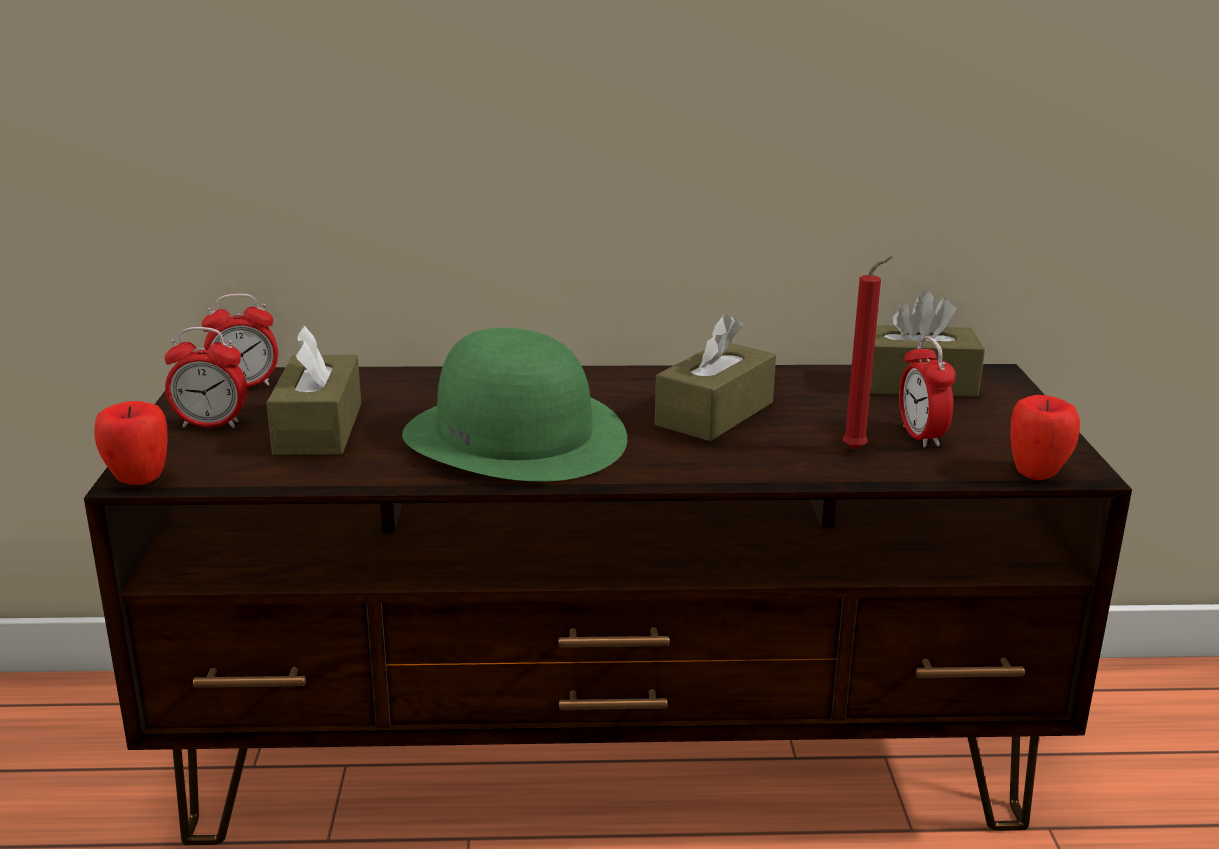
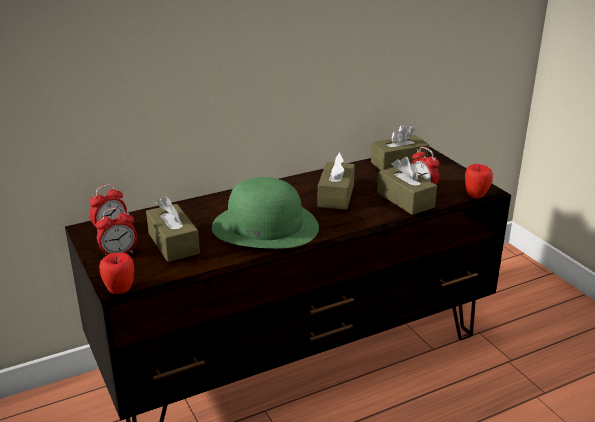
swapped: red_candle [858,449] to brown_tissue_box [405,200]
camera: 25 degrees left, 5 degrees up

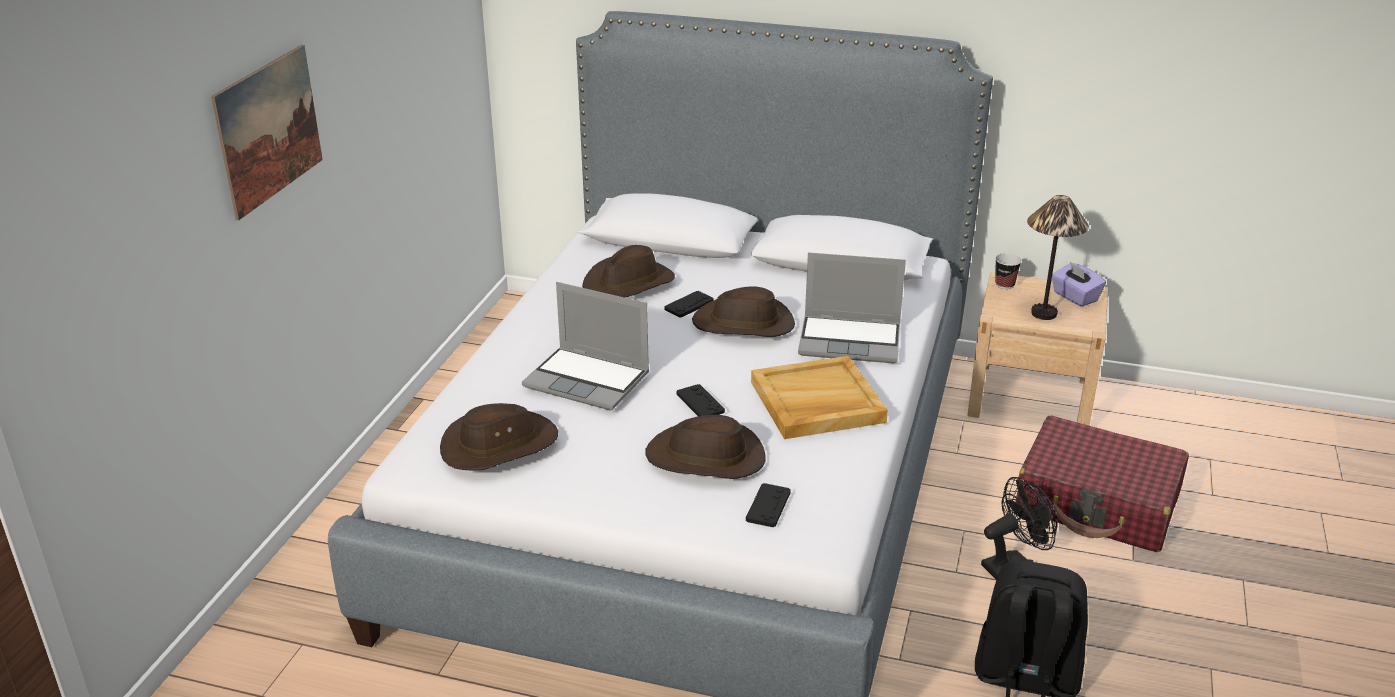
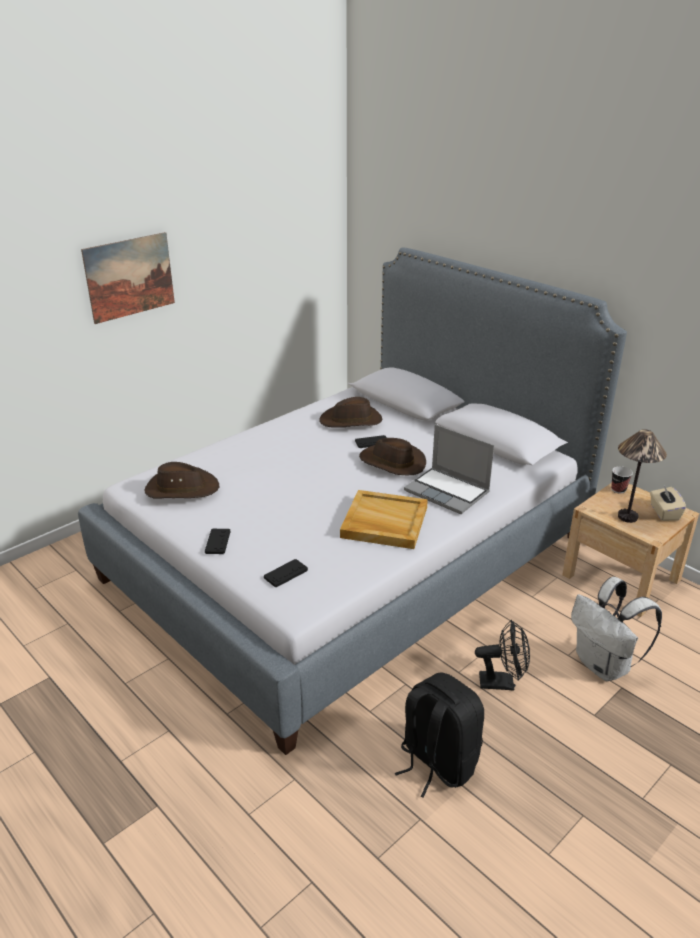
gone: laptop [589,380]; brown_hat [706,458]
shifted: black_game_controller [700,403] to [217,542]
swapped: red_suitcase [1098,503] to white_backpack [604,666]
repainted: purple_tissue_box [1074,297] to beige_tissue_box [664,512]
camera: 30 degrees right, 0 degrees up

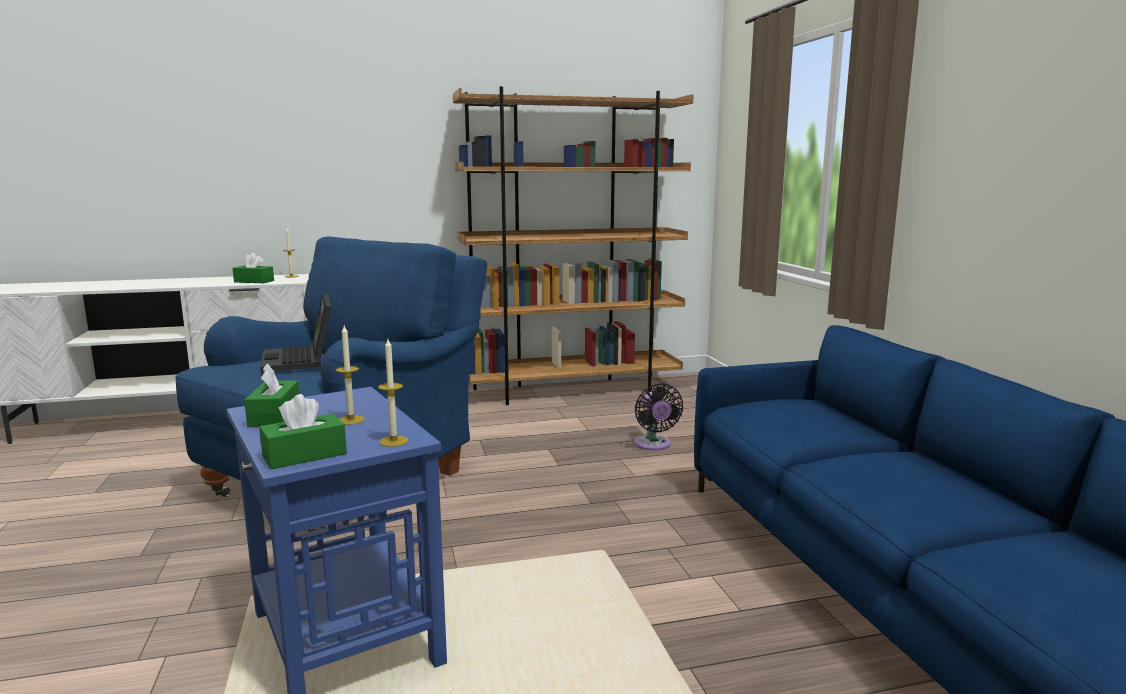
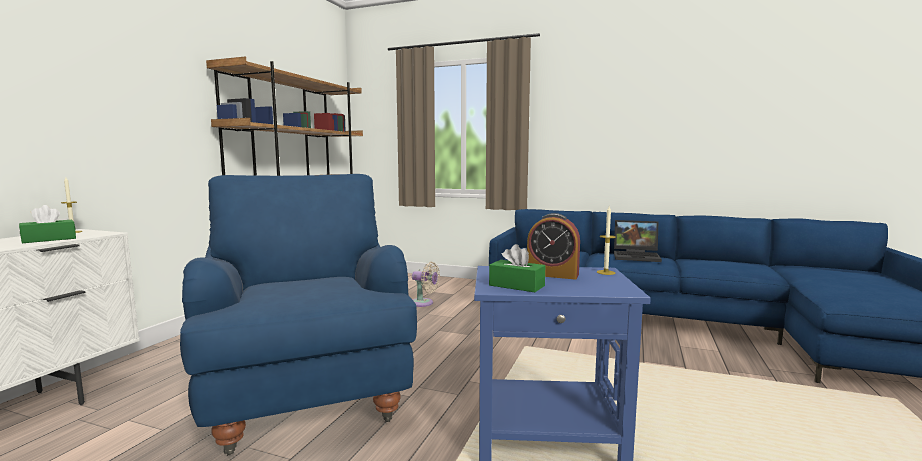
gone: green_tissue_box [304,455]
shifted: laptop [301,360] to [637,256]
swapped: candle [351,420] to alarm_clock [552,274]
repainted: black_fan [653,445] to beige_fan [424,303]
camera: 55 degrees left, 5 degrees down

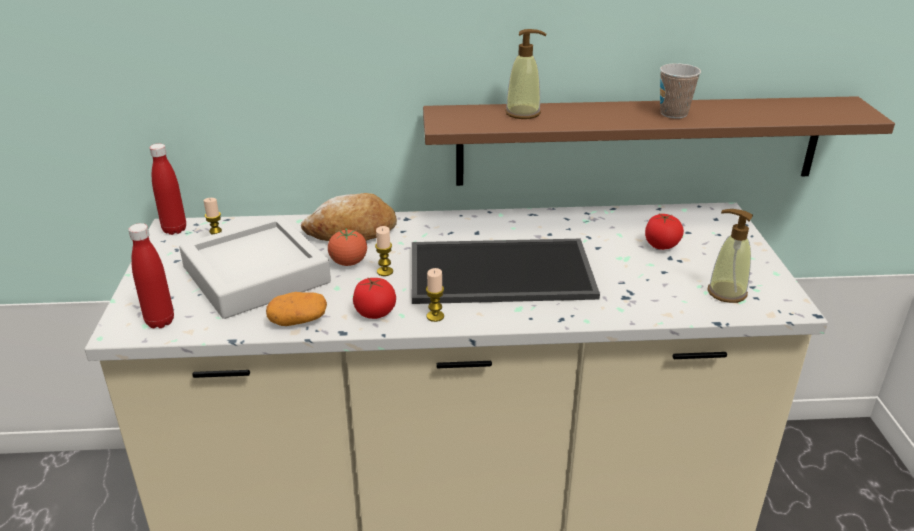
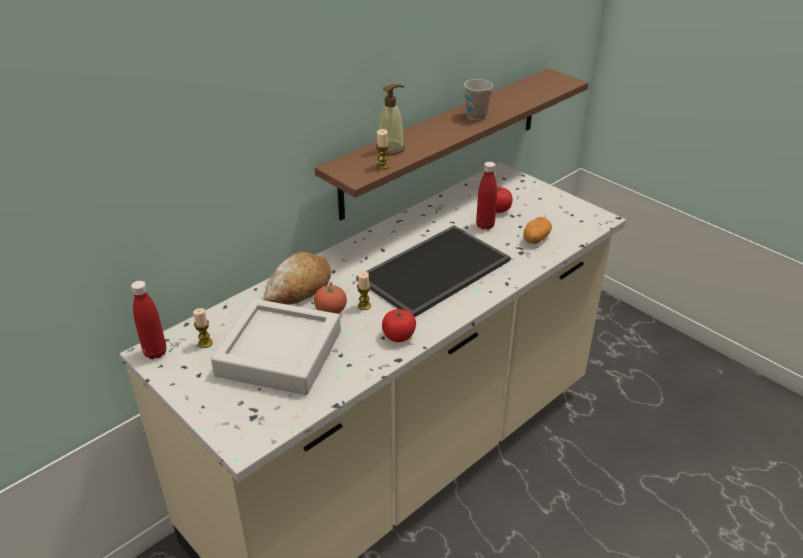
gone: soap_dispenser [726,292]
shifted: red_bottle [160,321] to [485,225]; potato [298,321] to [536,238]; candle [435,316] to [382,166]
camera: 40 degrees left, 5 degrees up

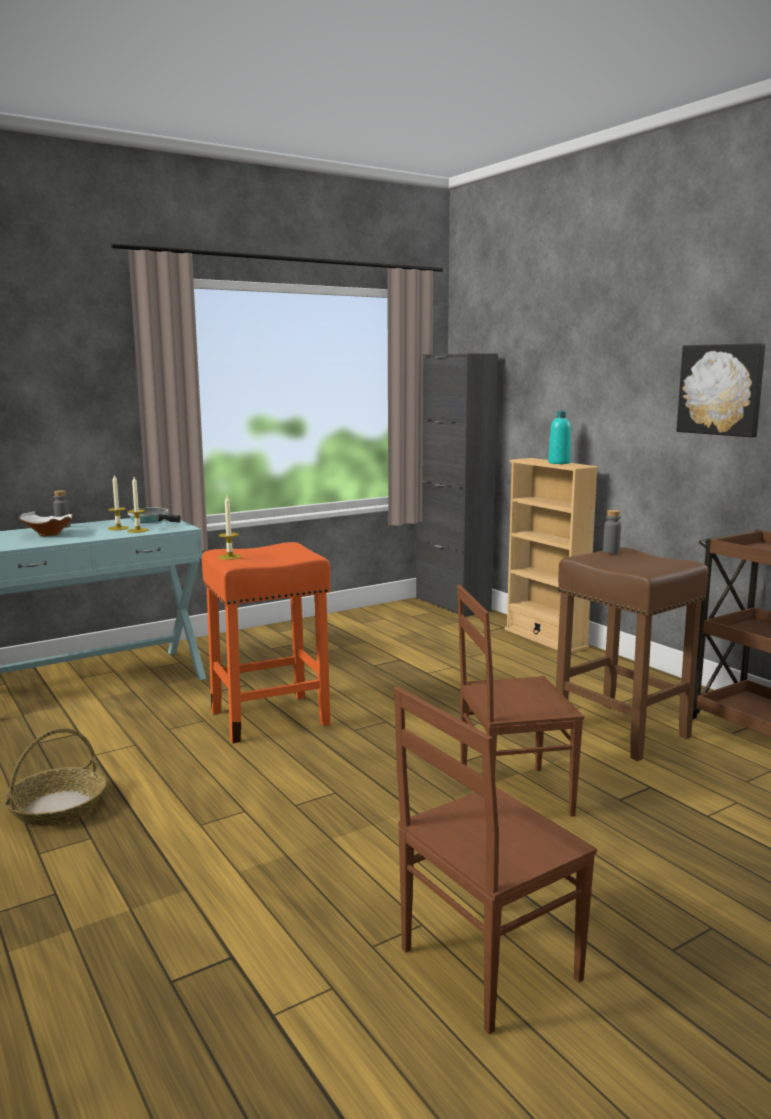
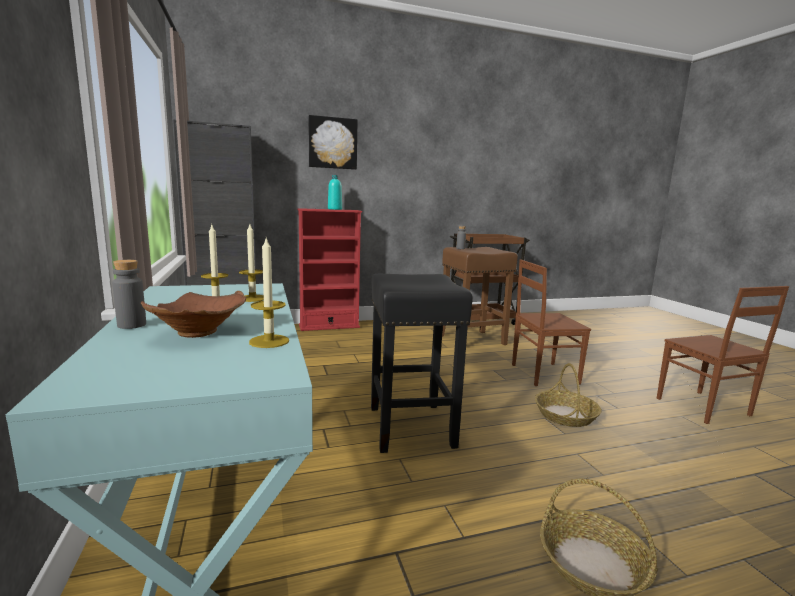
gone: frying_pan [151,520]
new: basket [565,415]
shifted: candle [229,557] to [269,341]; picture [721,389] to [332,143]
repainted: white_bowl [48,535] to brown_bowl [199,333]; orange_stool [271,717] to black_stool [410,425]; beige_bookcase [545,638] to red_bookcase [329,326]
rotated: brown_chair [512,794] = [543,373] 75 degrees clockwise
camera: 75 degrees left, 0 degrees up

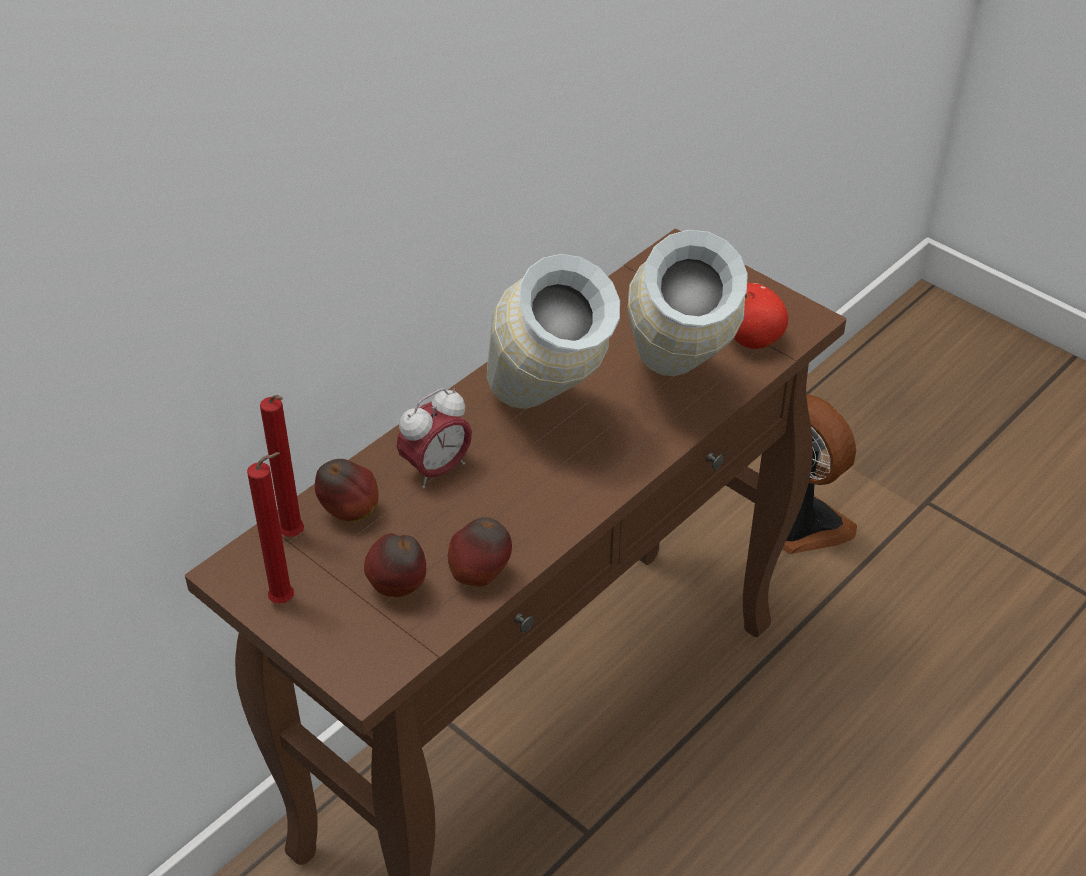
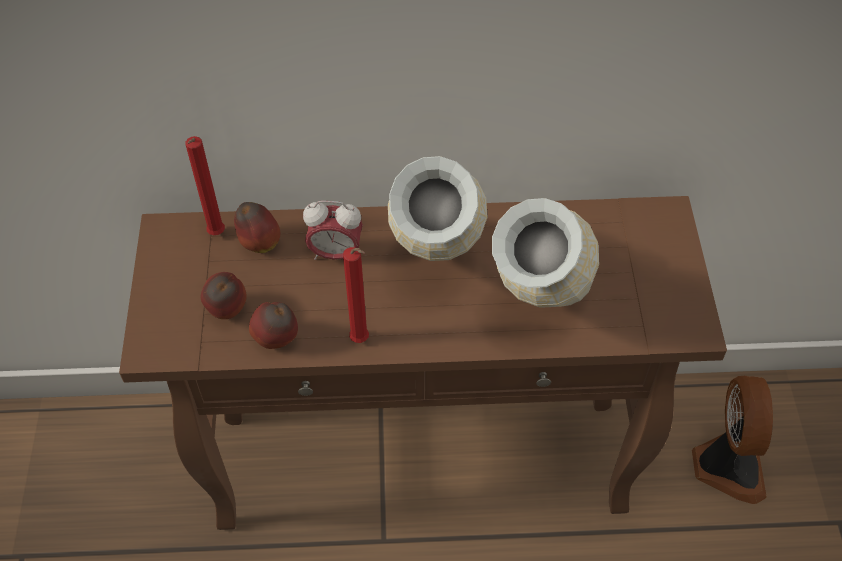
gone: apple [753,339]
shifted: red_candle [286,601] to [361,341]
camera: 45 degrees right, 10 degrees up

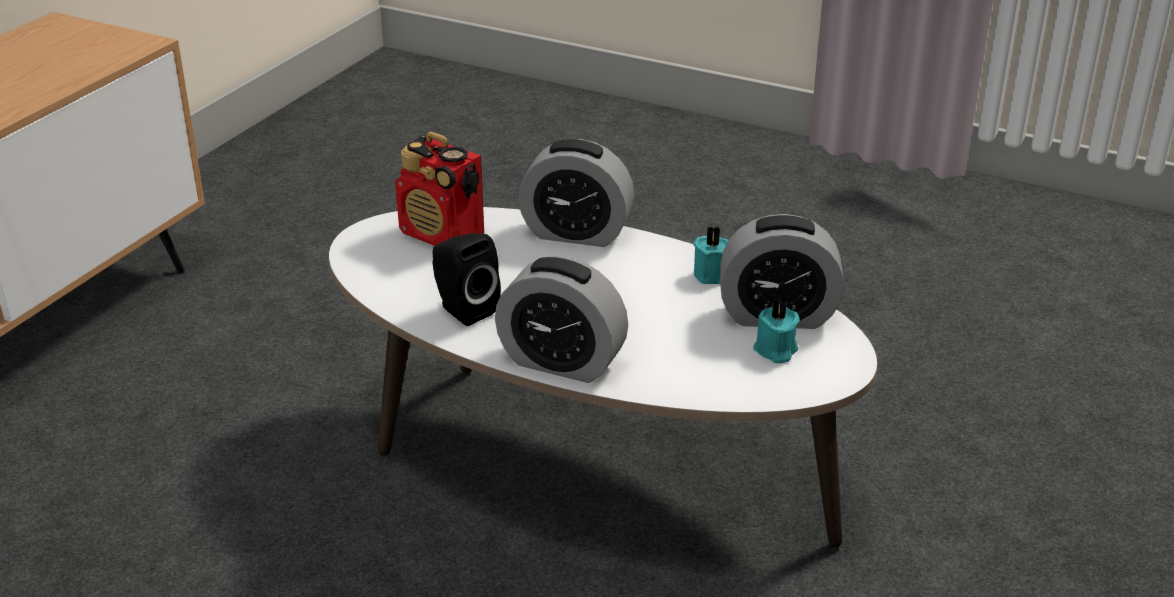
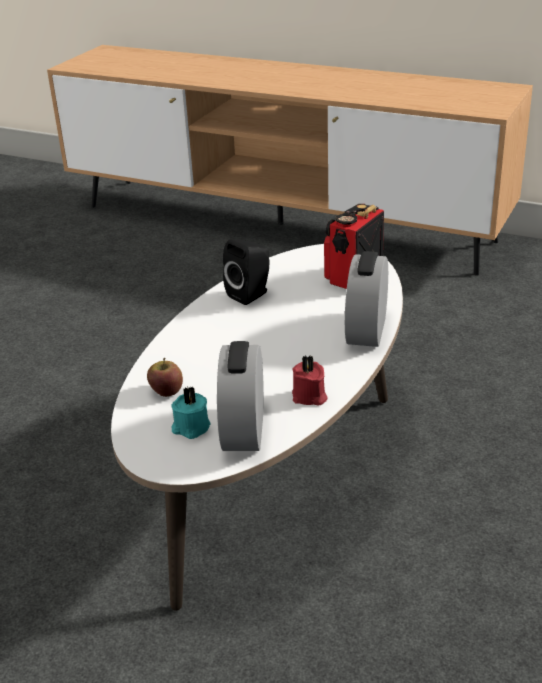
gone: alarm_clock [561,362]
new: apple [166,391]
repainted: turquoise_candle [713,274] to red_candle [309,397]
camera: 90 degrees right, 0 degrees up

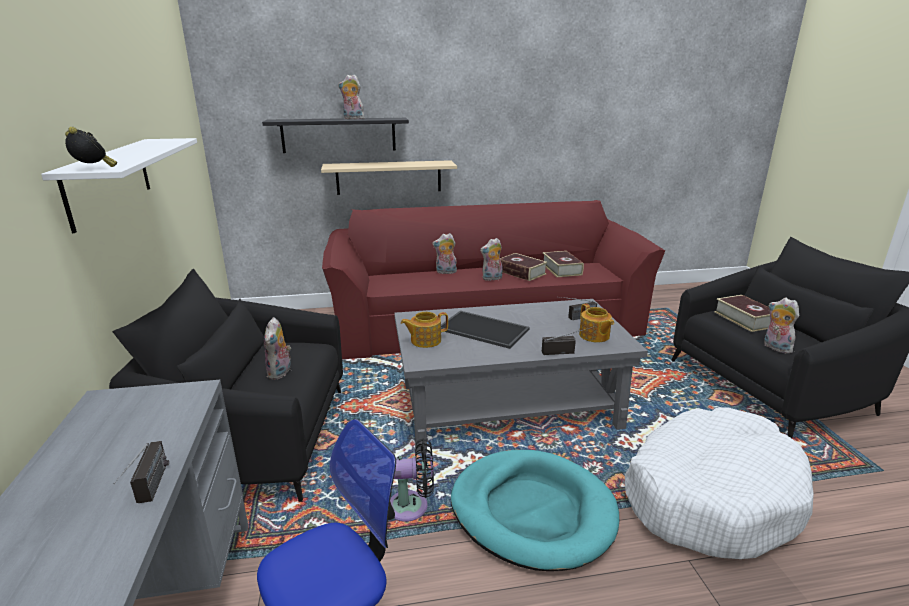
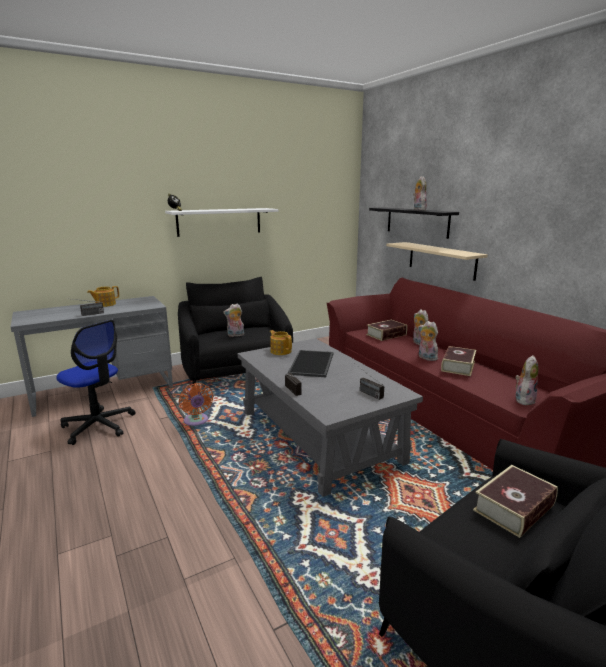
gone: turquoise_dog_bed [532,511]; white_dog_bed [710,495]
shifted: book [561,269] to [386,334]; teapot [594,336] to [105,304]; plush_toy [775,347] to [523,399]
repainted: black_fan [412,506] to orange_fan [196,421]
camera: 70 degrees right, 5 degrees down

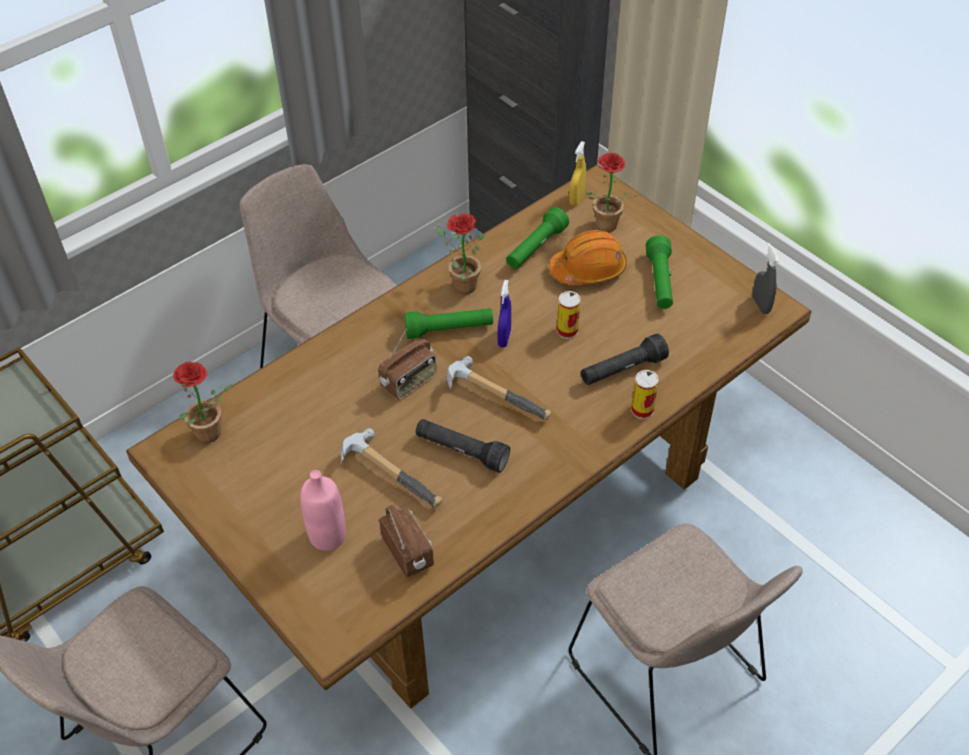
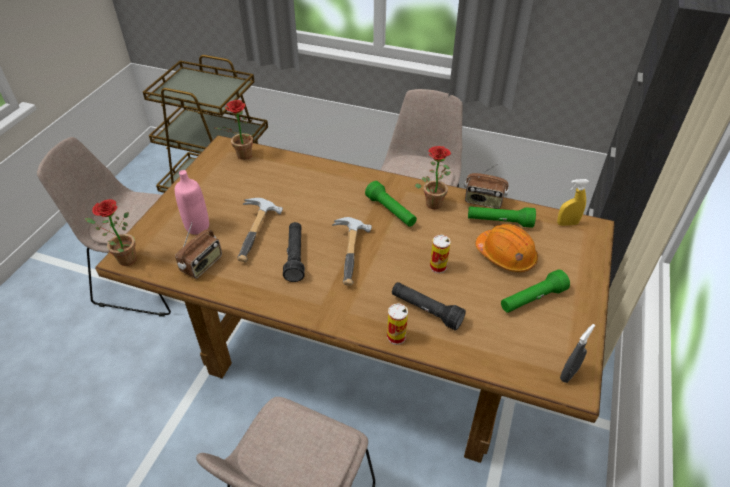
gone: blue_spray_bottle [504,338]
shifted: radio [409,382] to [483,201]; potted_plant [604,228] to [123,259]
camera: 60 degrees right, 5 degrees down

